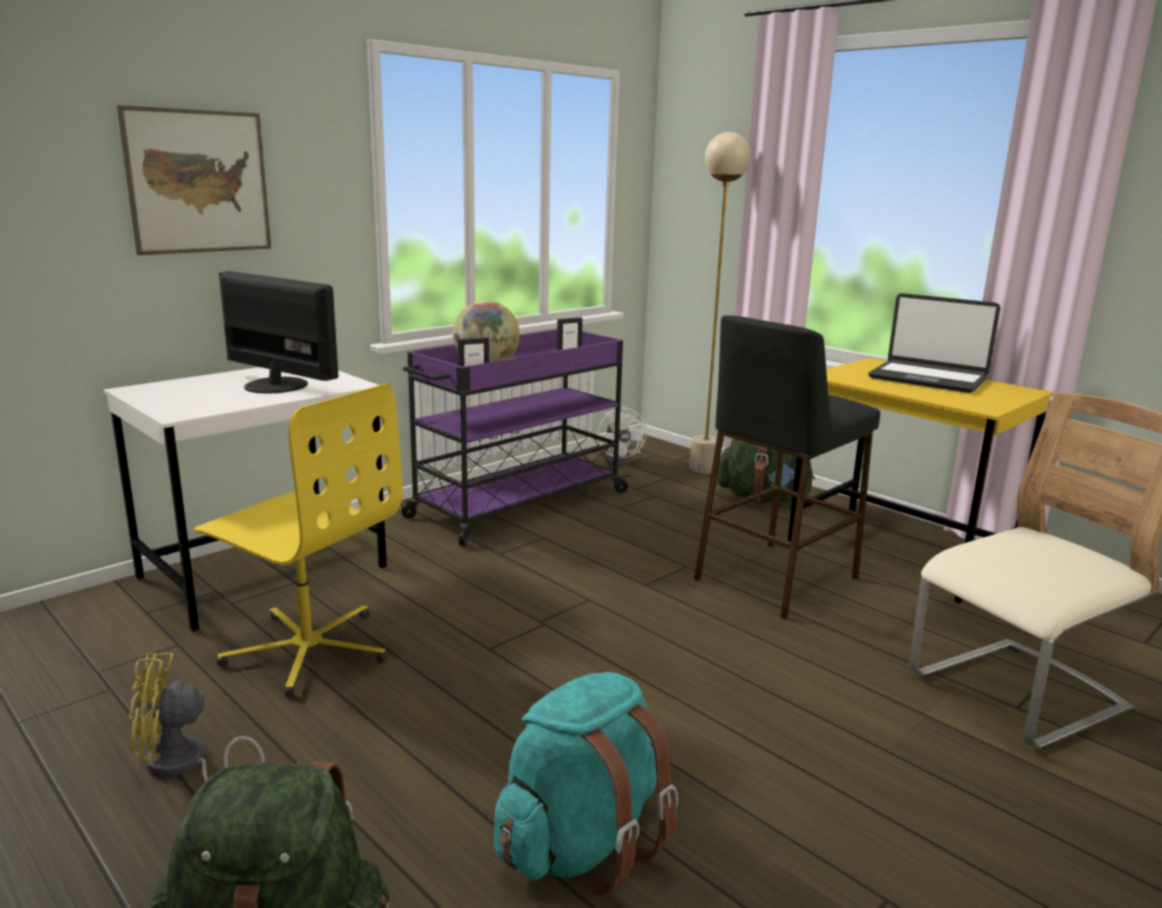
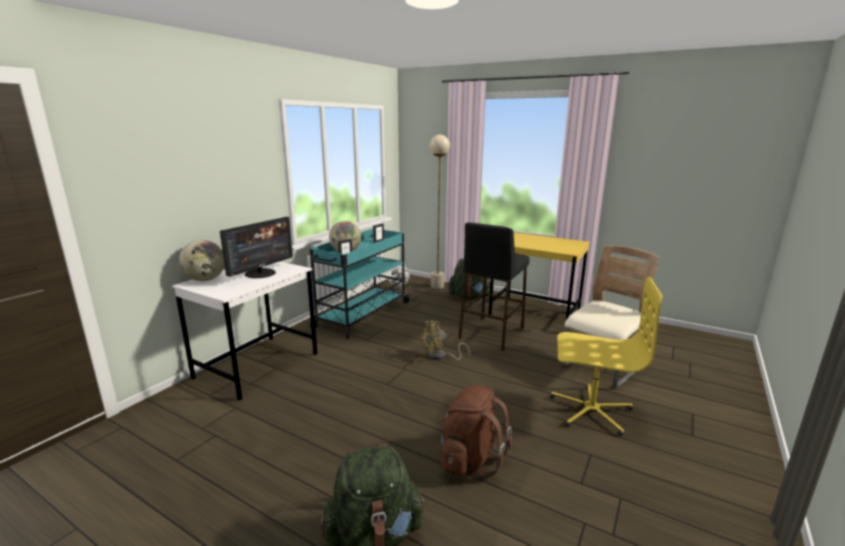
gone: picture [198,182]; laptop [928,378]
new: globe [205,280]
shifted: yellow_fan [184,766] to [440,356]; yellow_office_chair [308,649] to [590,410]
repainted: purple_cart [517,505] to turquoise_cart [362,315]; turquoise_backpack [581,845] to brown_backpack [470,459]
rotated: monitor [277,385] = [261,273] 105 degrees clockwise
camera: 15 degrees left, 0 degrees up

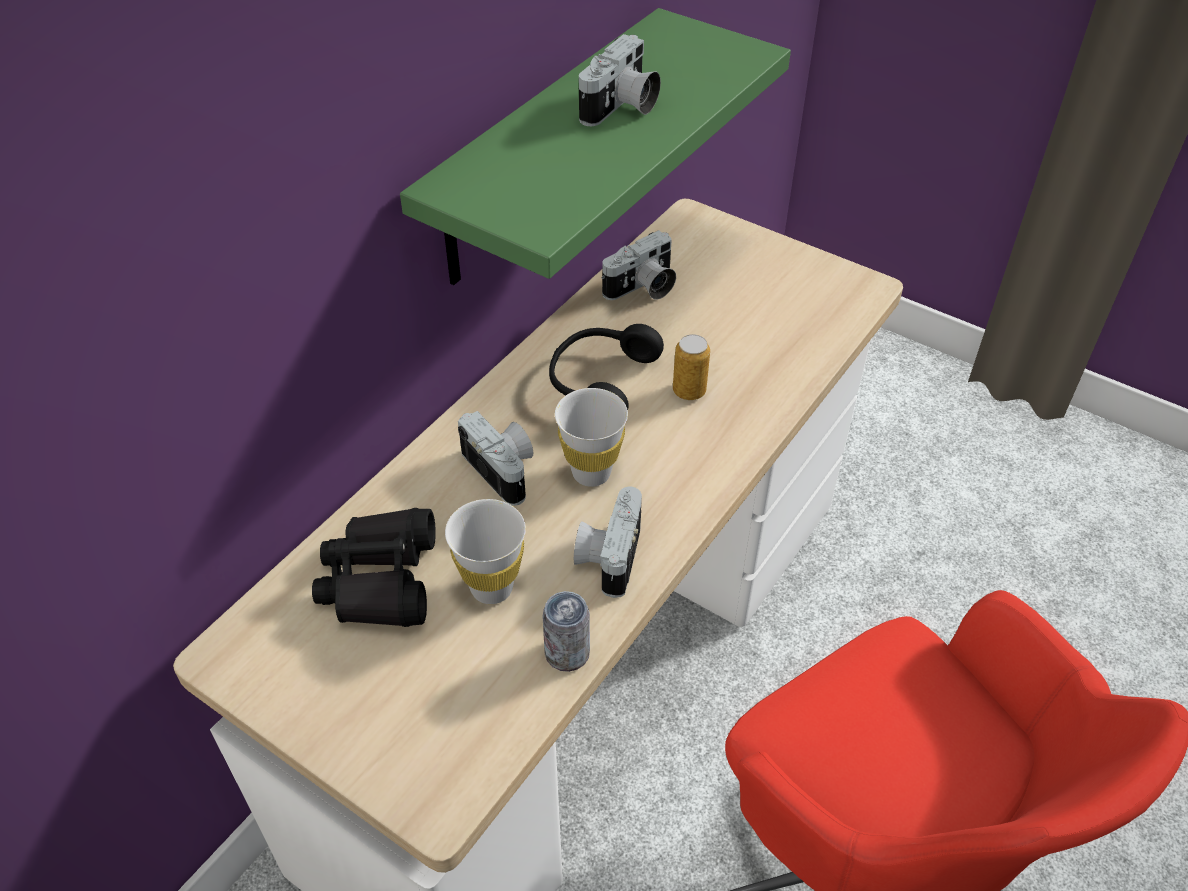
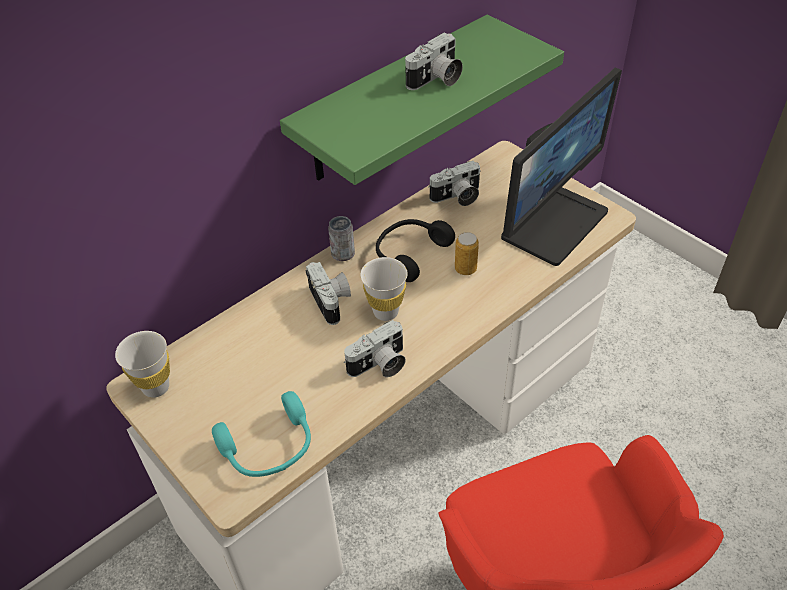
gone: black_binoculars [380,579]
new: turquoise_headphones [270,448]; monitor [553,223]
shifted: white_cup [492,588] to [156,387]; can [567,653] to [343,254]
rotated: photo_camera [608,555] = [379,365] 150 degrees counterclockwise
camera: 15 degrees right, 0 degrees up

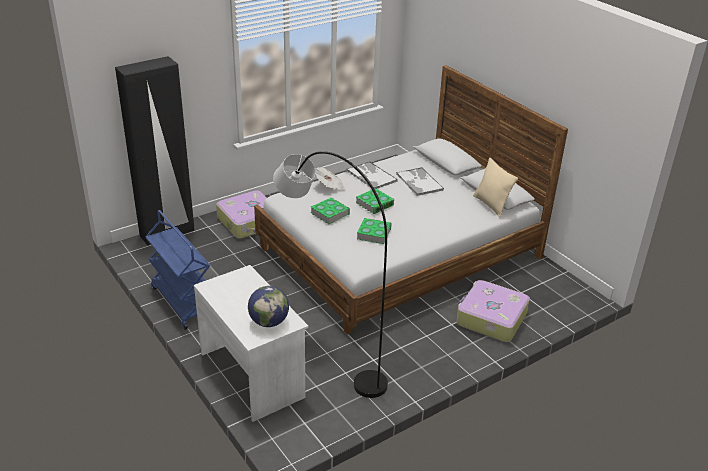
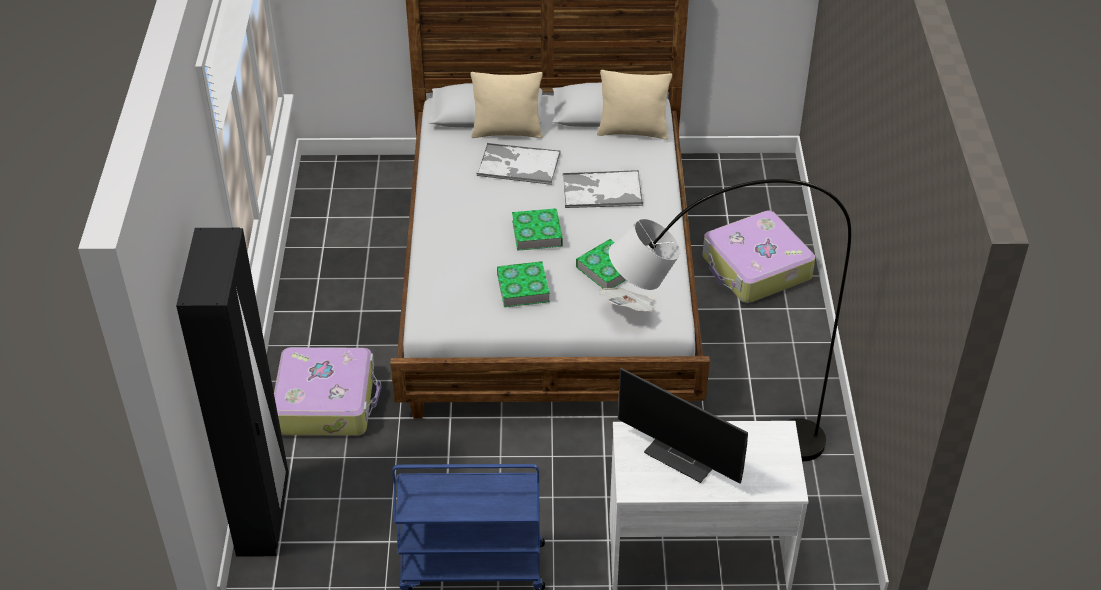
gone: globe [269,322]
new: beige_pillow [507,132]; monitor [685,456]
shifted: newspaper [329,186] to [629,310]; tray [371,176] to [601,191]
camera: 55 degrees left, 10 degrees up

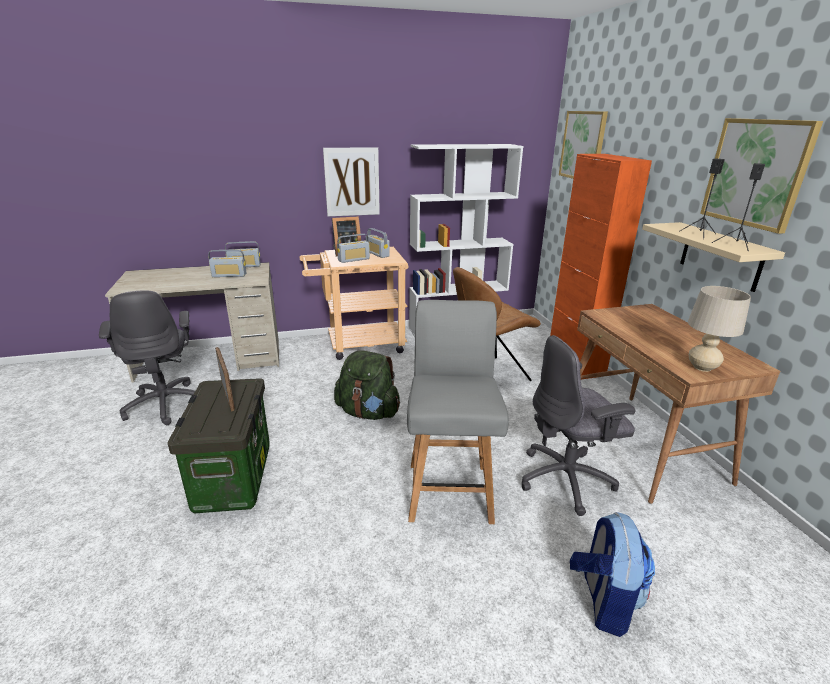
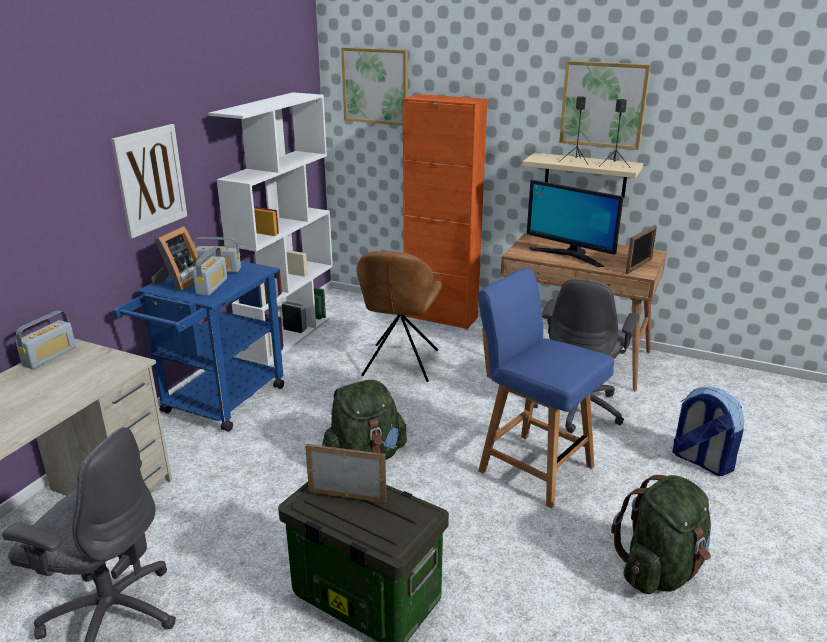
gone: radio [229,275]
new: monitor [570,255]; green_backpack [660,570]
swapped: beige_table_lamp [702,367] to picture_frame [639,266]
repainted: beige_cart [358,345] to blue_cart [217,404]; grey_chair [449,490] to blue_chair [533,467]
camera: 50 degrees left, 0 degrees up

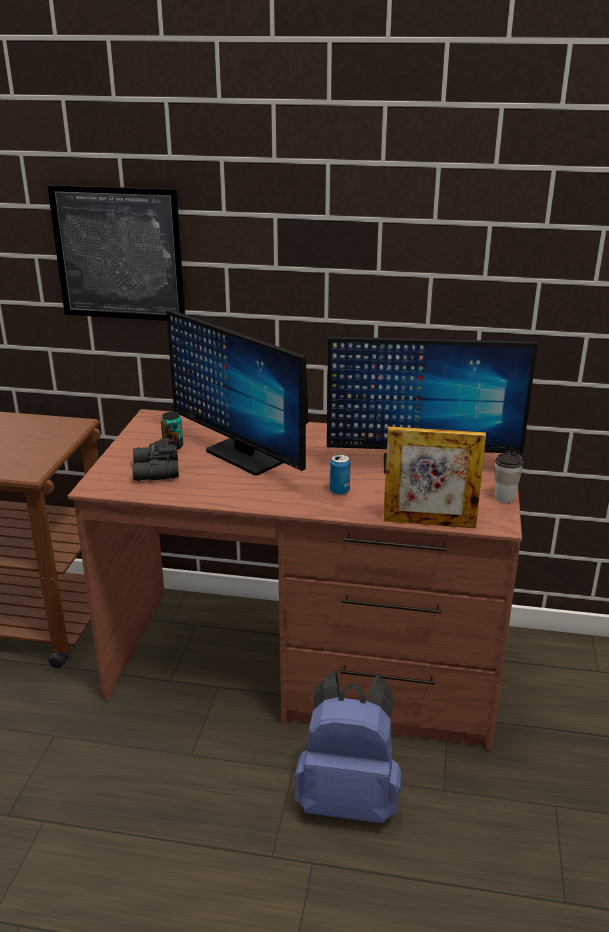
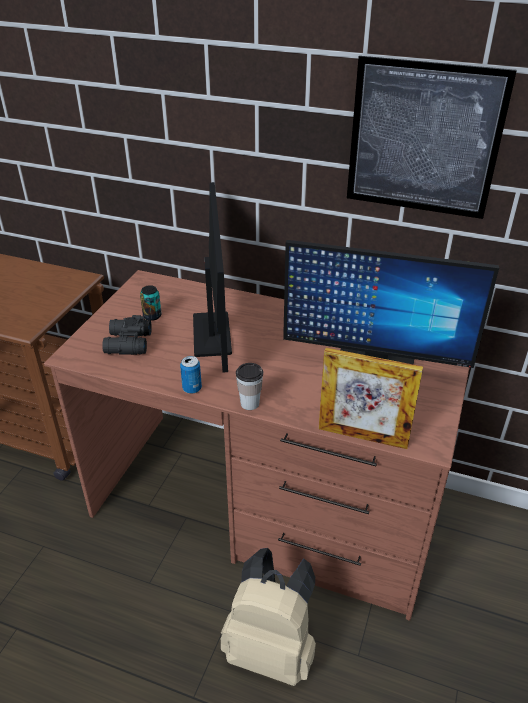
shifted: picture [118,254] to [423,139]; can [339,491] to [192,388]; cup [504,498] to [250,403]
repainted: blue_backpack [348,798] to beige_backpack [272,650]
rotated: monitor [244,456] = [211,334] 150 degrees counterclockwise
camera: 10 degrees right, 10 degrees up

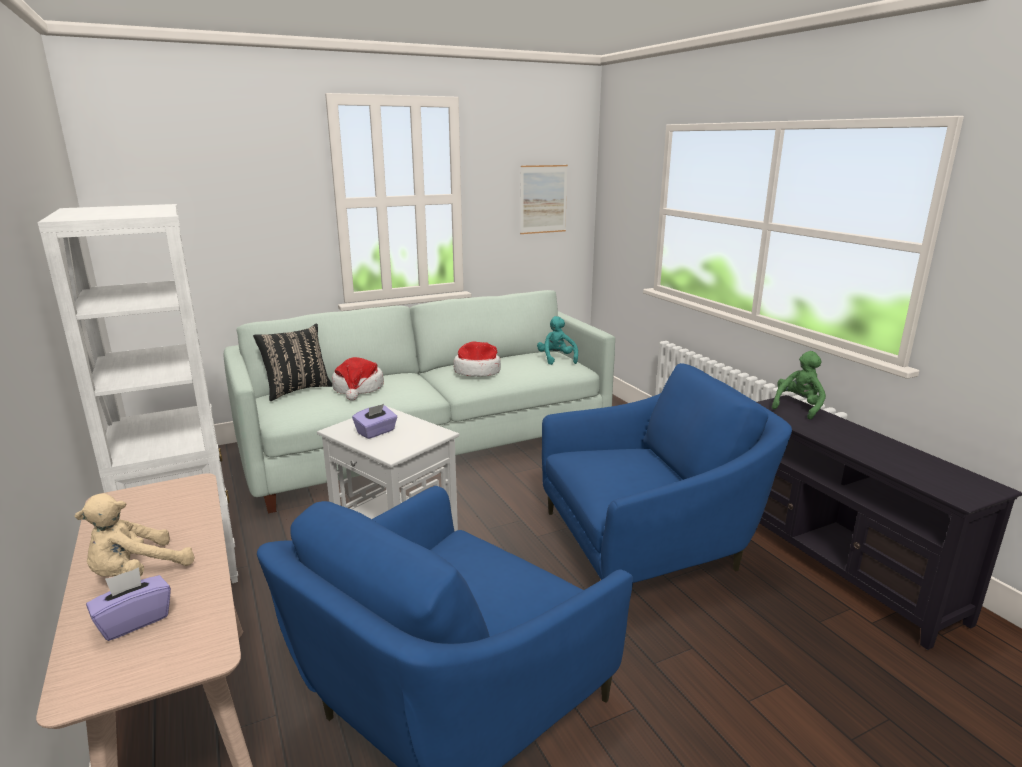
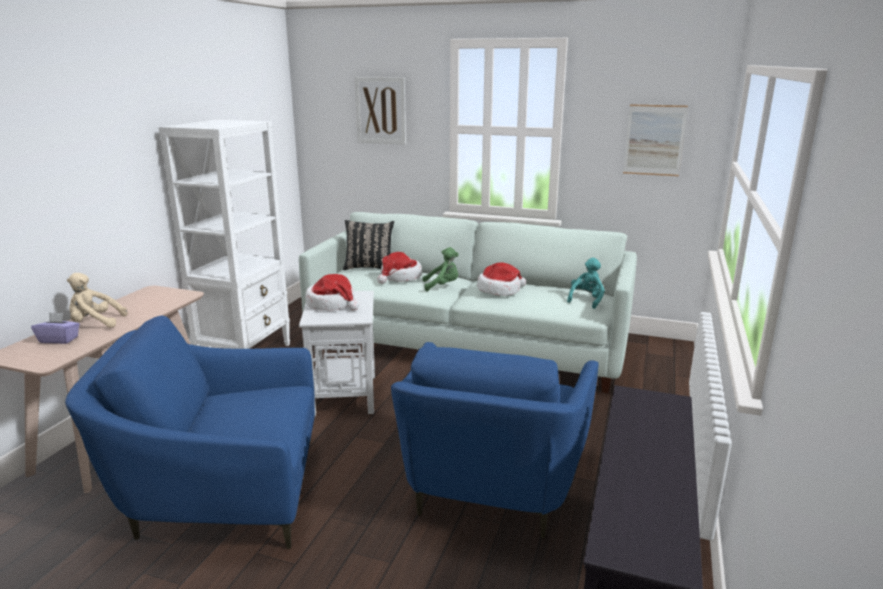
new: picture [380,110]
shifted: green_plush_toy [798,407] to [442,286]
swapped: purple_tissue_box [376,432] to hat [332,304]
rotated: blue_armchair [648,545] = [491,484] 75 degrees clockwise
camera: 45 degrees right, 0 degrees up

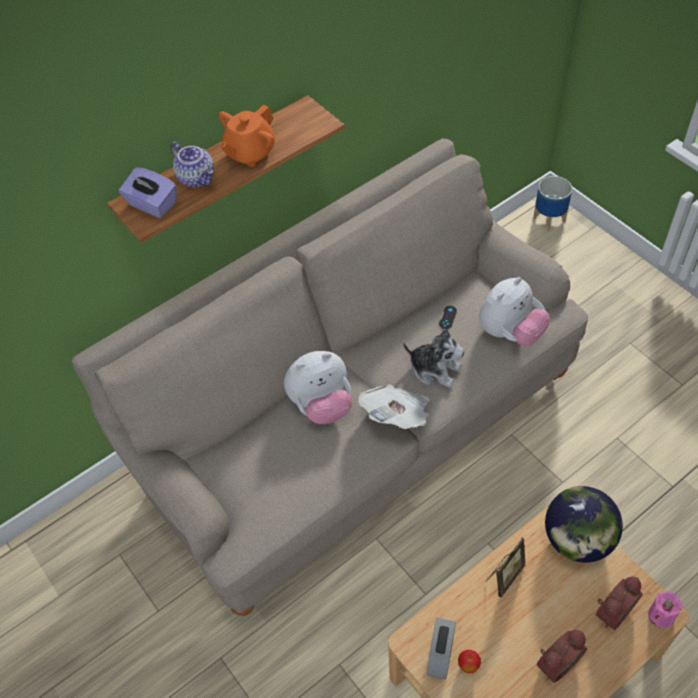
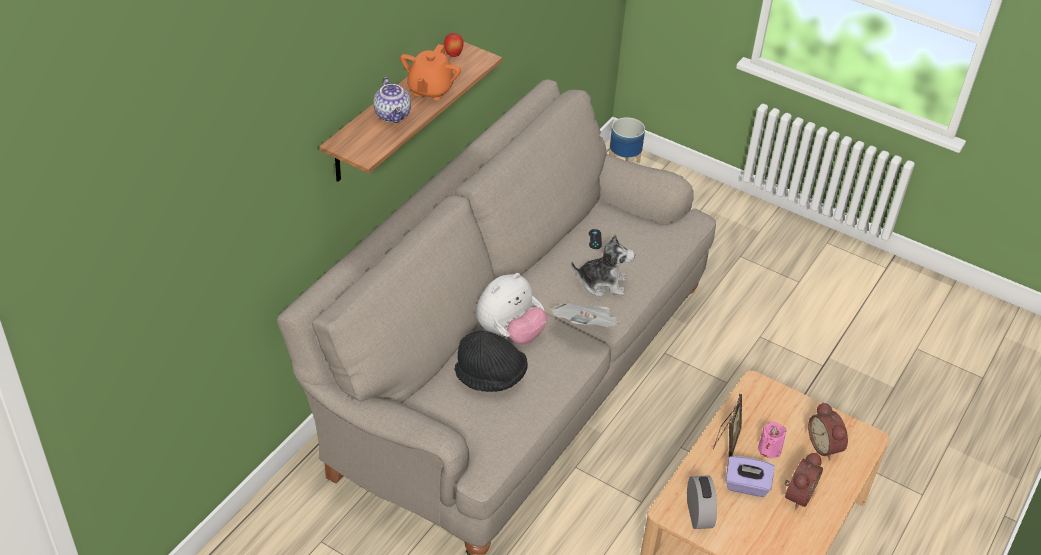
gone: plush_toy [510,332]; globe [577,540]
new: black_hat [491,377]
shifted: purple_tissue_box [152,205] to [746,486]; apple [468,666] to [453,55]; pink_candle [661,615] to [769,449]
rotated: teapot [197,178] = [393,115] 45 degrees clockwise; alarm_clock [611,610] = [825,446] 135 degrees clockwise
camera: 25 degrees left, 10 degrees down

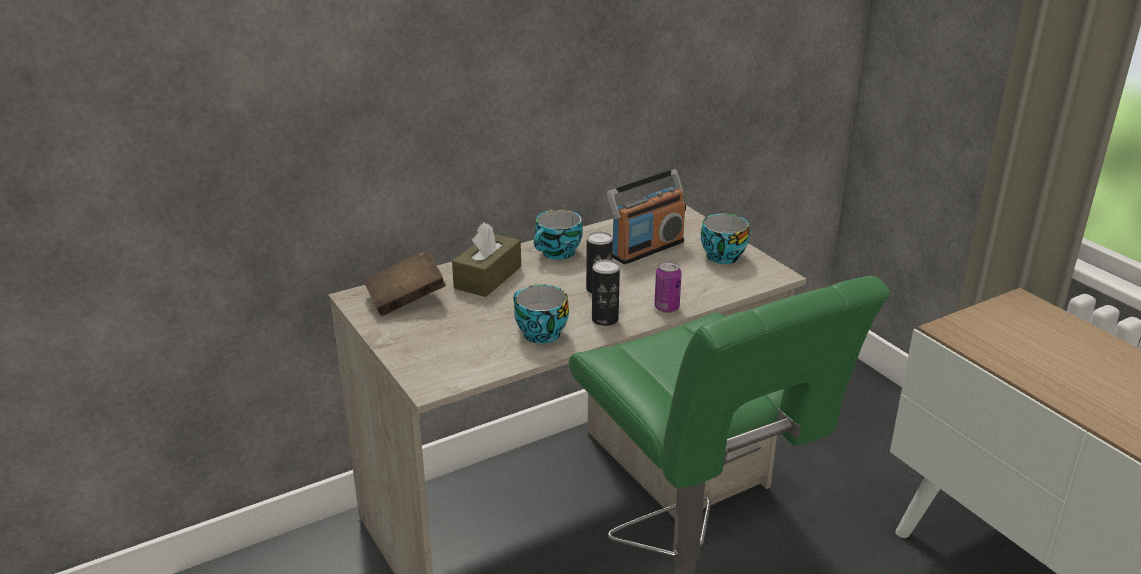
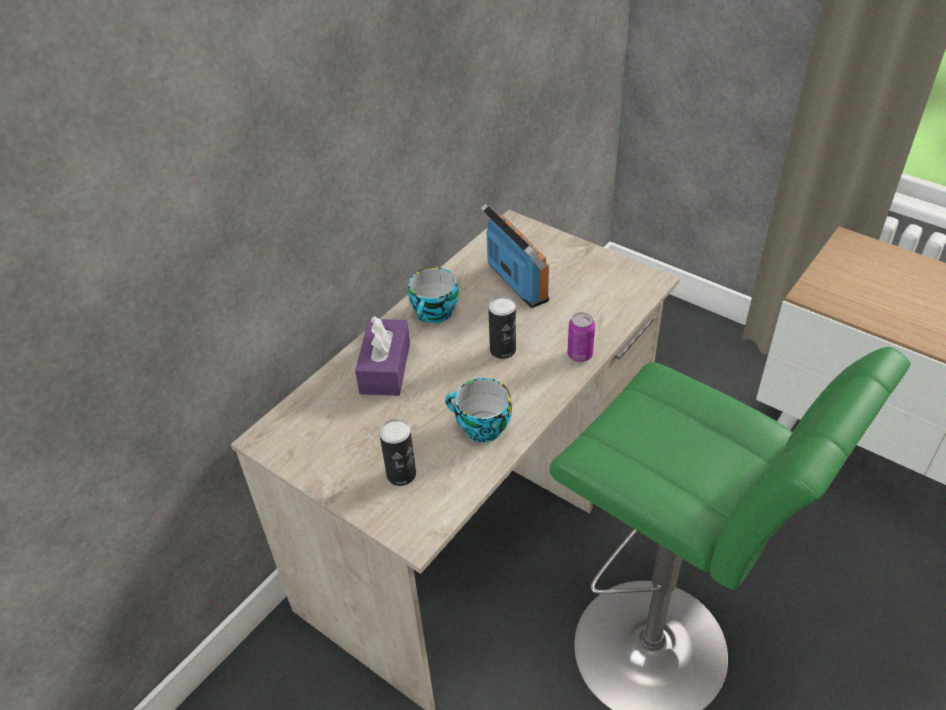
gone: brown_book [405,299]; cup [720,255]
shifted: can [605,319] to [401,474]
repainted: brown_tissue_box [488,277] to purple_tissue_box [385,368]
rotated: radio [647,249] = [516,282] 60 degrees counterclockwise
camera: 20 degrees left, 15 degrees up

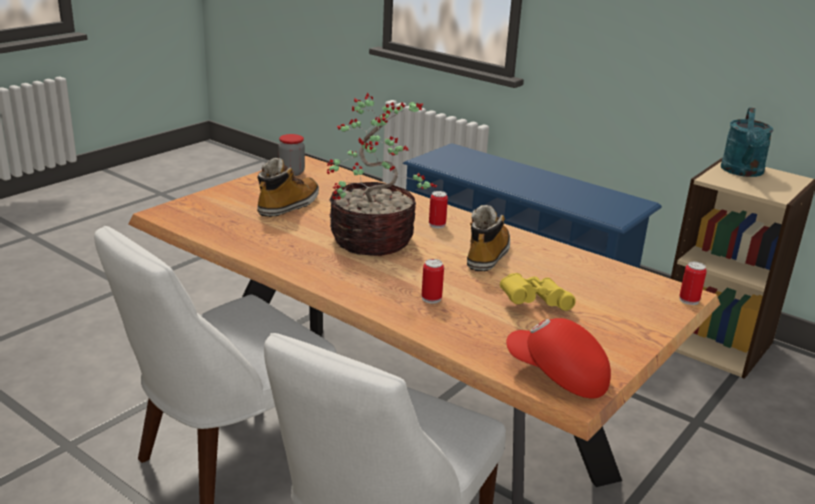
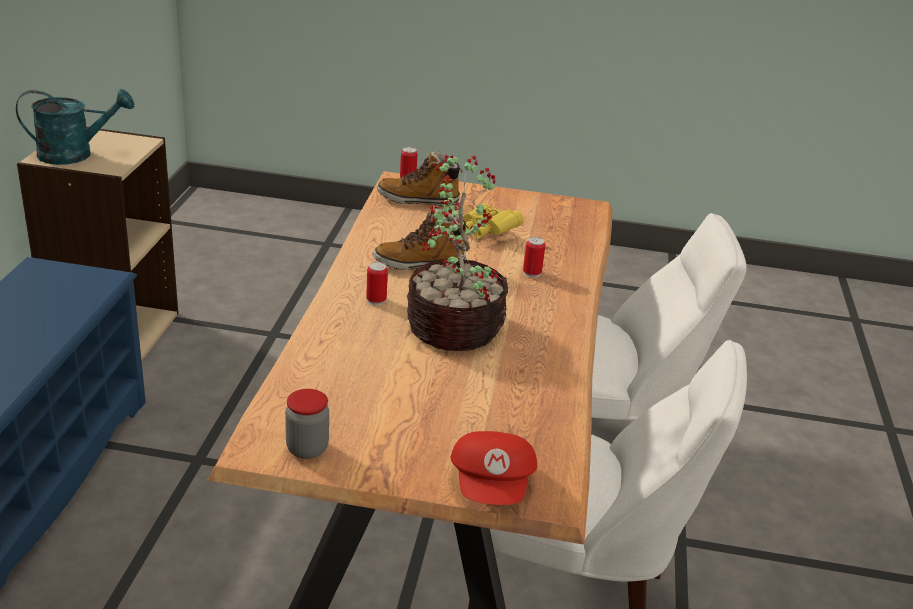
shifted: boot [288,206] to [418,200]; red_cap [557,376] to [493,486]
camera: 120 degrees left, 5 degrees up

